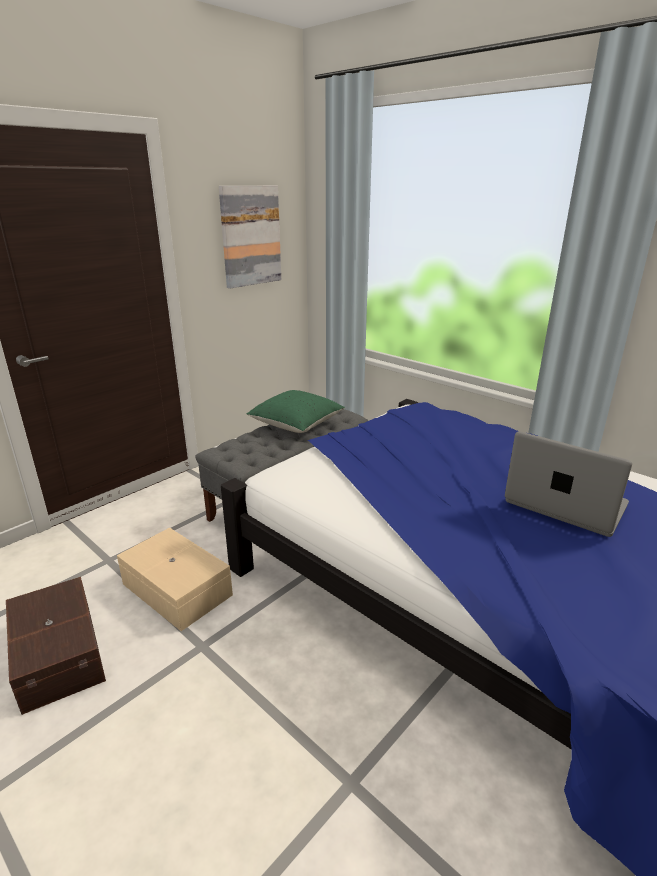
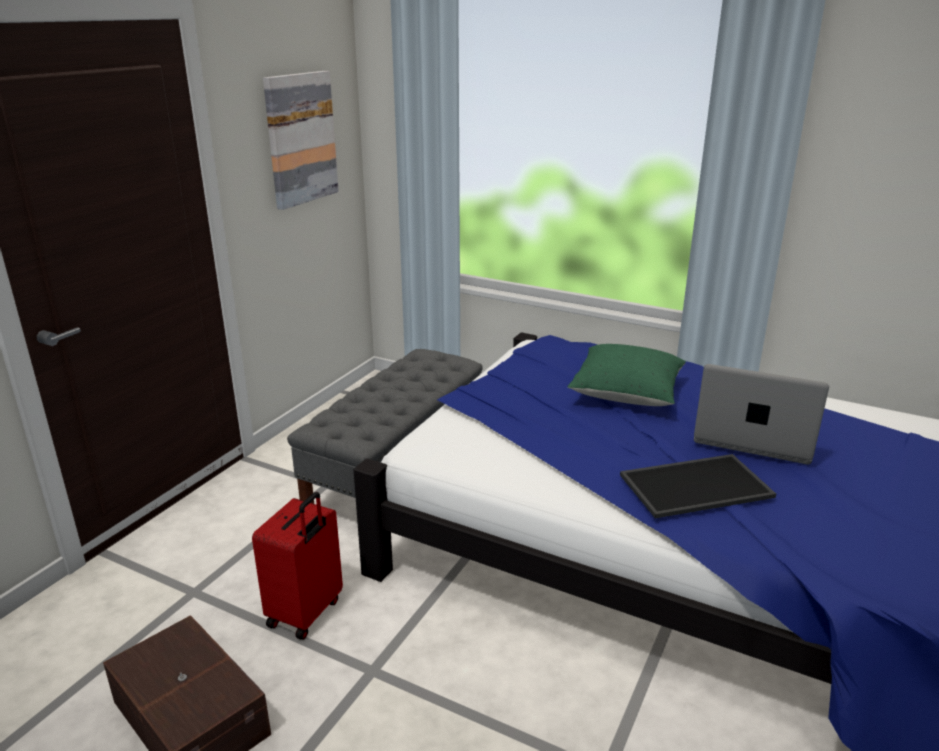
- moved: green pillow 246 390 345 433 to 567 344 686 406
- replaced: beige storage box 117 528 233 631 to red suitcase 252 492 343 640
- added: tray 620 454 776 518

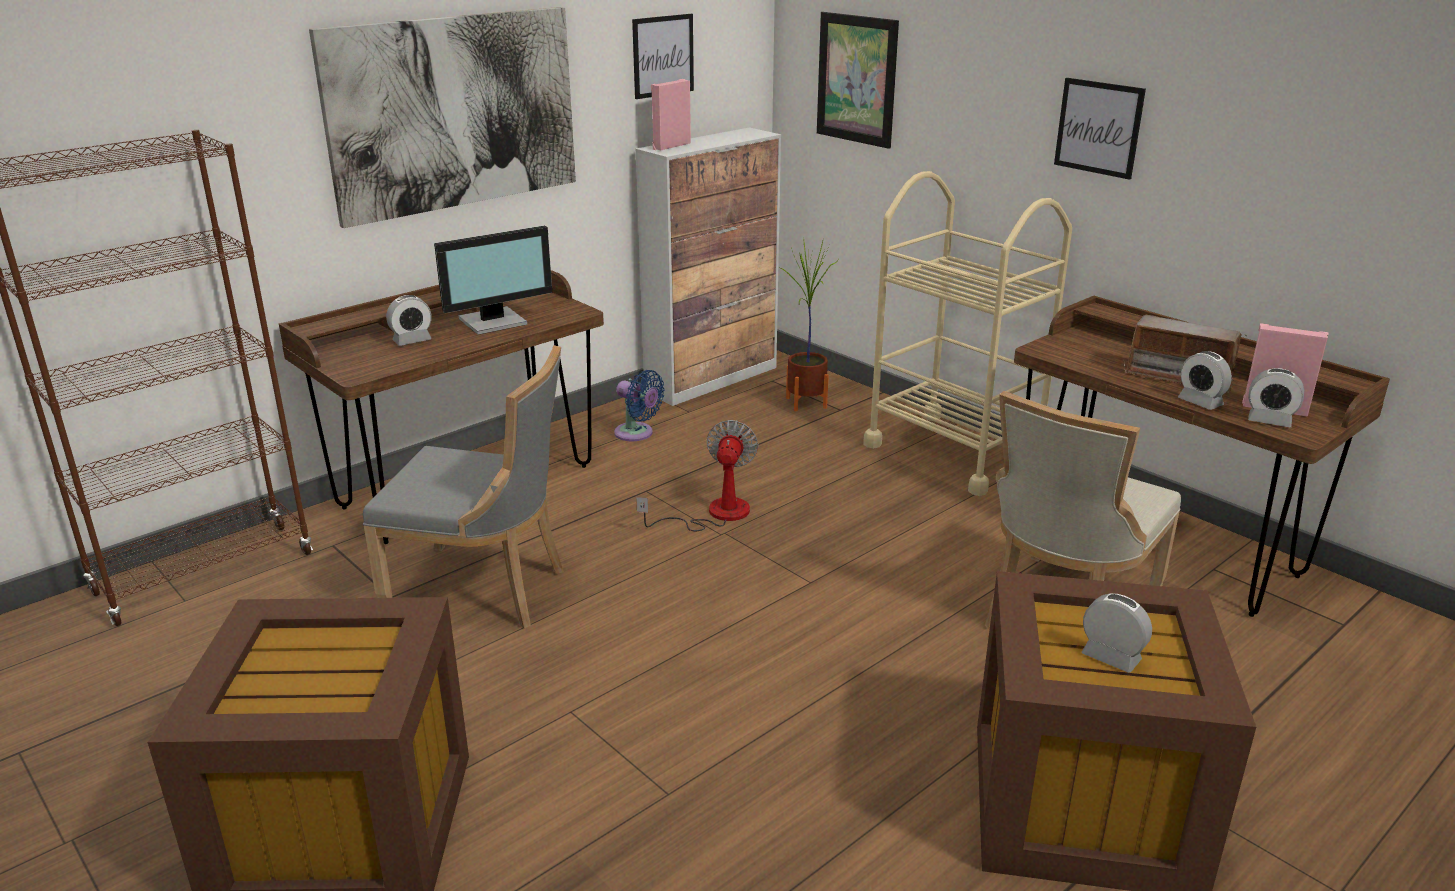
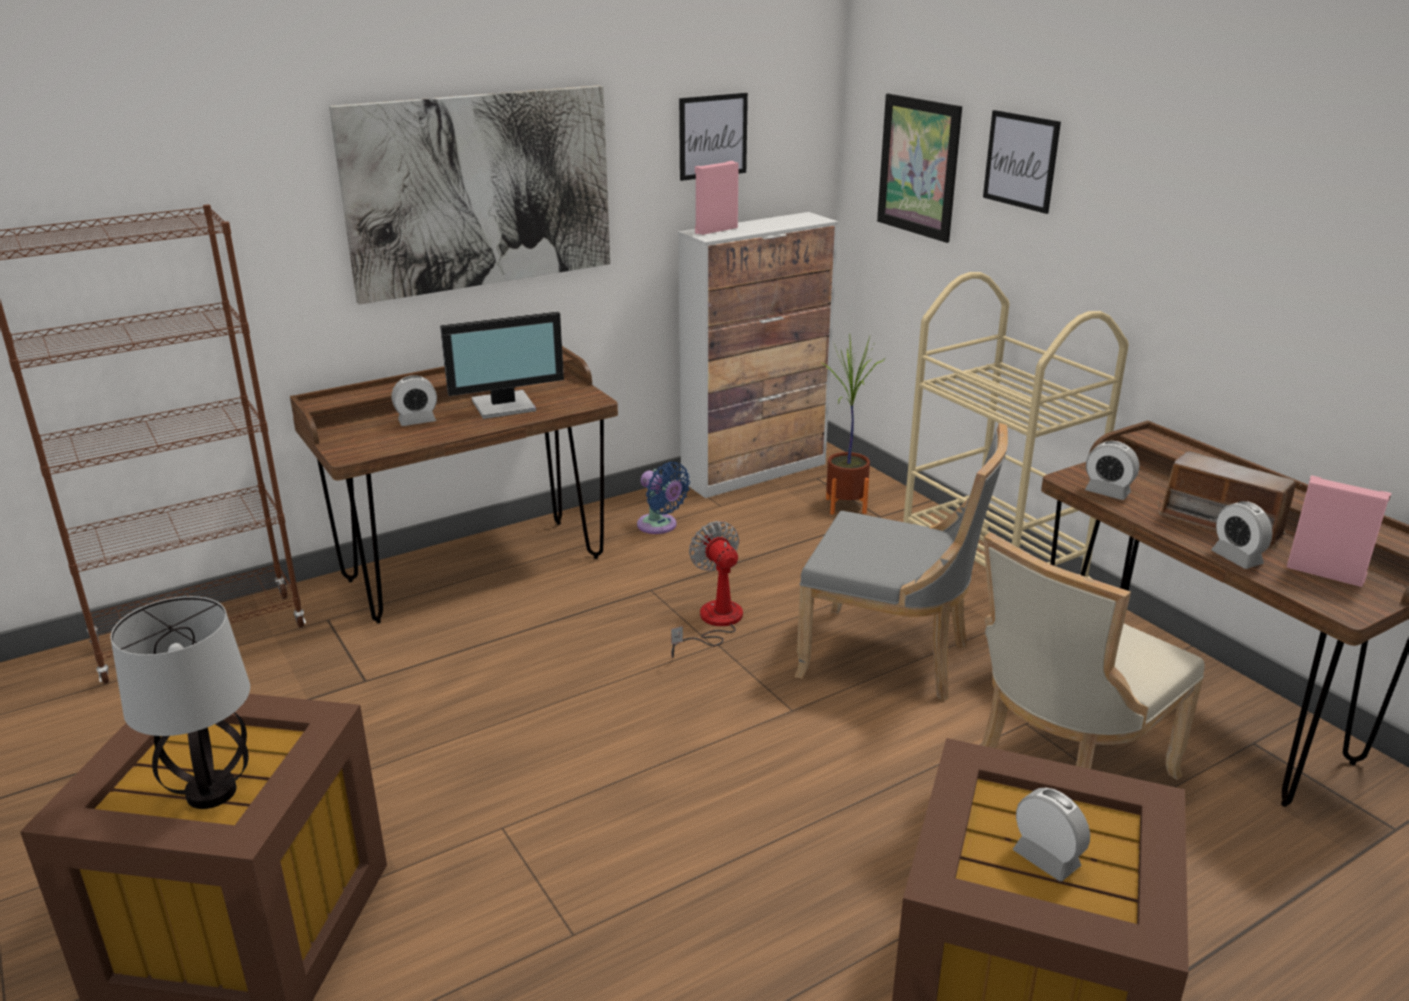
- moved: picture 1054 78 1146 180 to 983 110 1061 214
- moved: grey chair 363 345 564 629 to 794 423 1008 701
- moved: alarm clock 1248 368 1304 427 to 1085 441 1139 500
- turned: fan 636 420 758 532 = 671 521 743 658 45 degrees counterclockwise
- added: table lamp 110 596 250 809

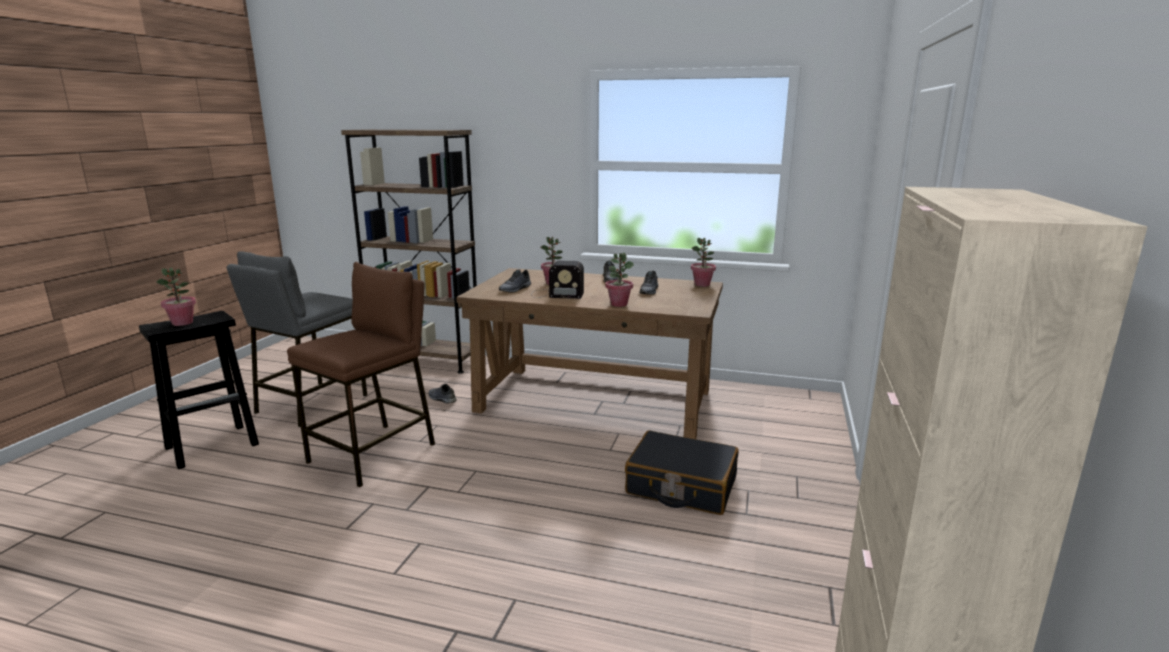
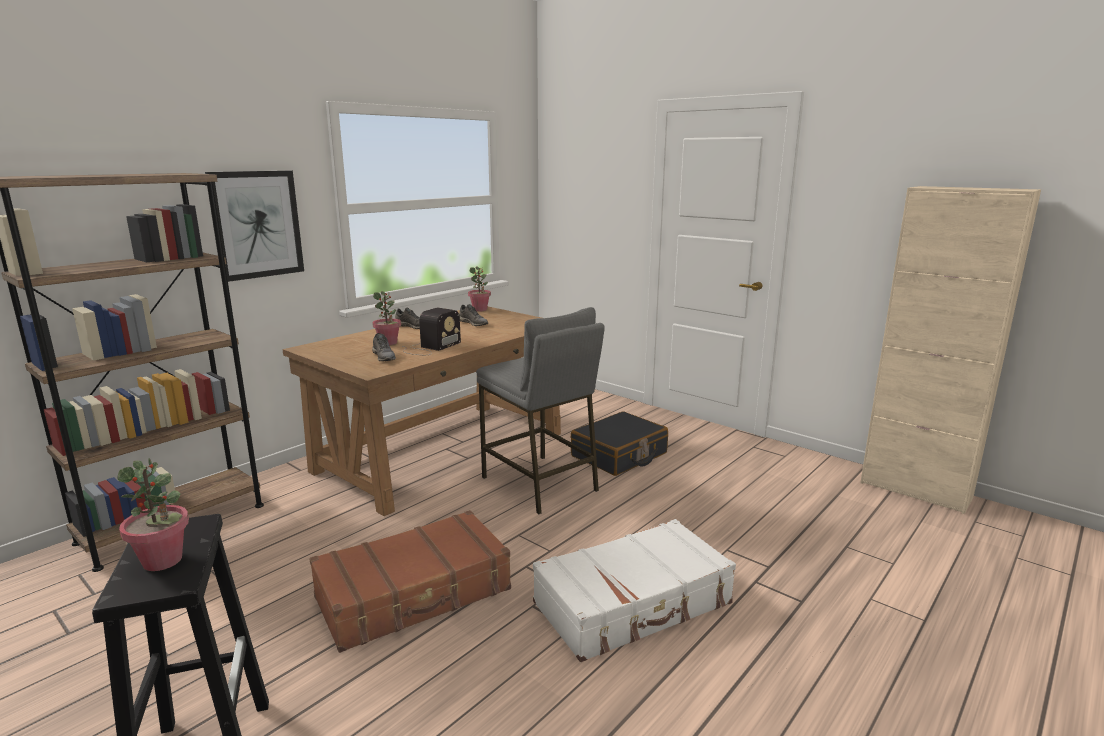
- moved: grey stool 227 251 367 427 to 476 307 605 514
- removed: potted plant 606 253 634 307
- replaced: brown stool 287 262 435 488 to brown suitcase 310 510 511 653
- removed: grey shoe 429 384 457 404
- added: picture 205 171 304 282
- added: white suitcase 533 519 736 662

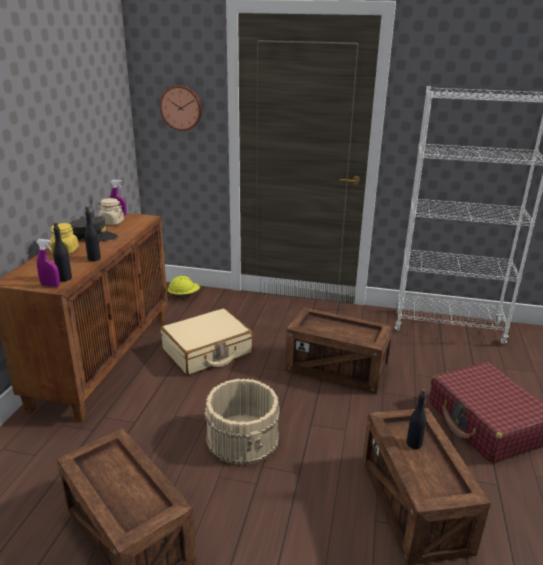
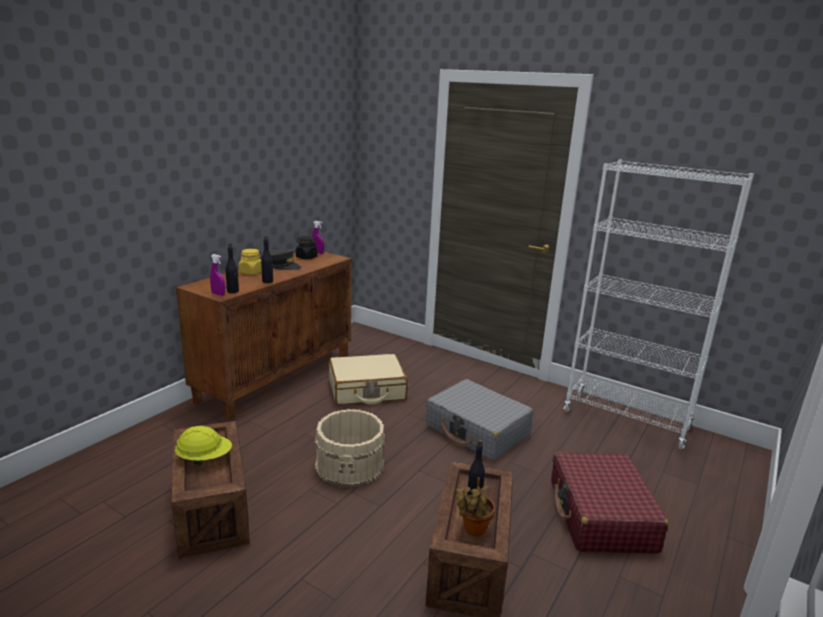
- removed: wall clock 159 85 202 131
- recoloured: beige jar 97 198 124 225 to black jar 296 236 318 259
- moved: yellow hard hat 168 276 200 299 to 175 426 232 466
- replaced: crate 285 307 392 393 to grey suitcase 426 379 533 461
- added: potted plant 456 477 495 536

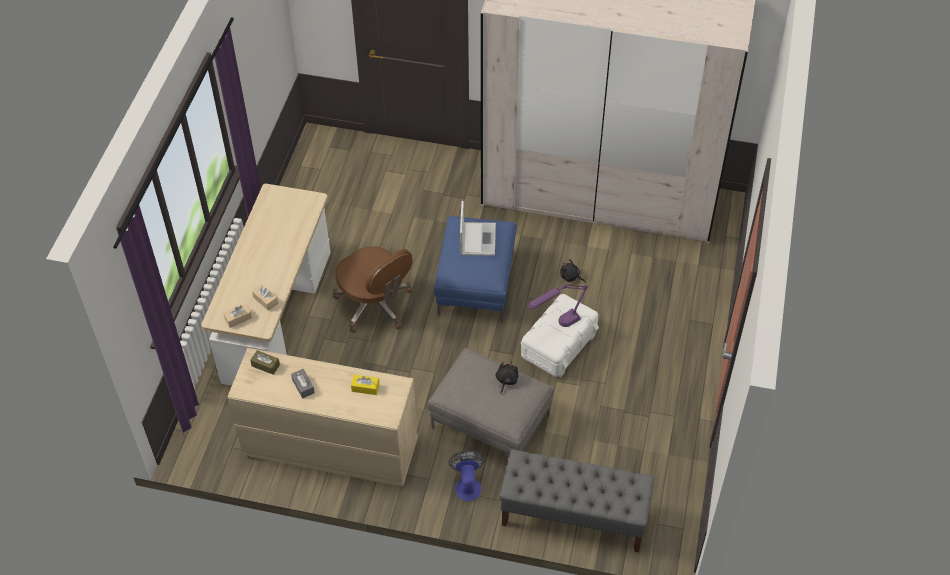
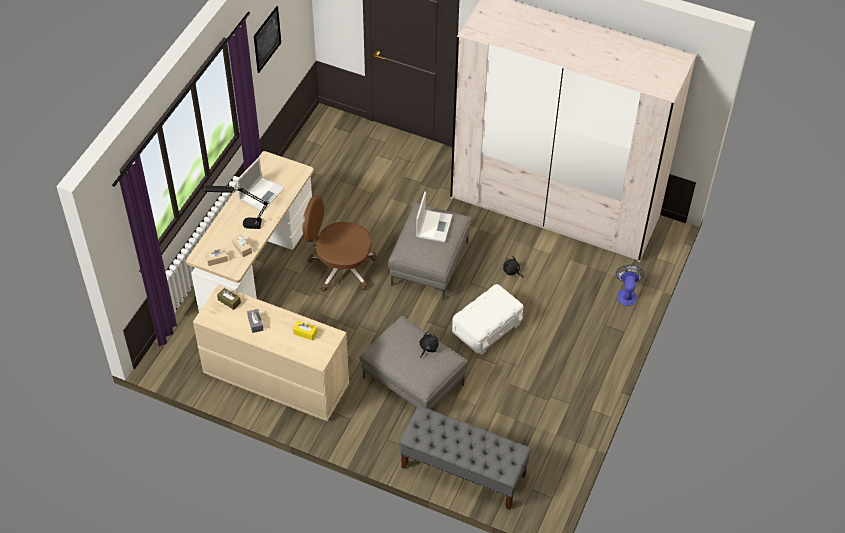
- recoloured: blue ottoman 434 216 517 322 to grey ottoman 388 203 472 300
- turned: brown office chair 333 246 413 333 = 302 195 377 292 135 degrees clockwise
- removed: purple table lamp 528 283 589 327
- moved: fan 449 450 485 501 to 616 265 644 306
- added: picture 254 6 281 73
- added: laptop 236 157 284 211
- added: black table lamp 202 186 268 229

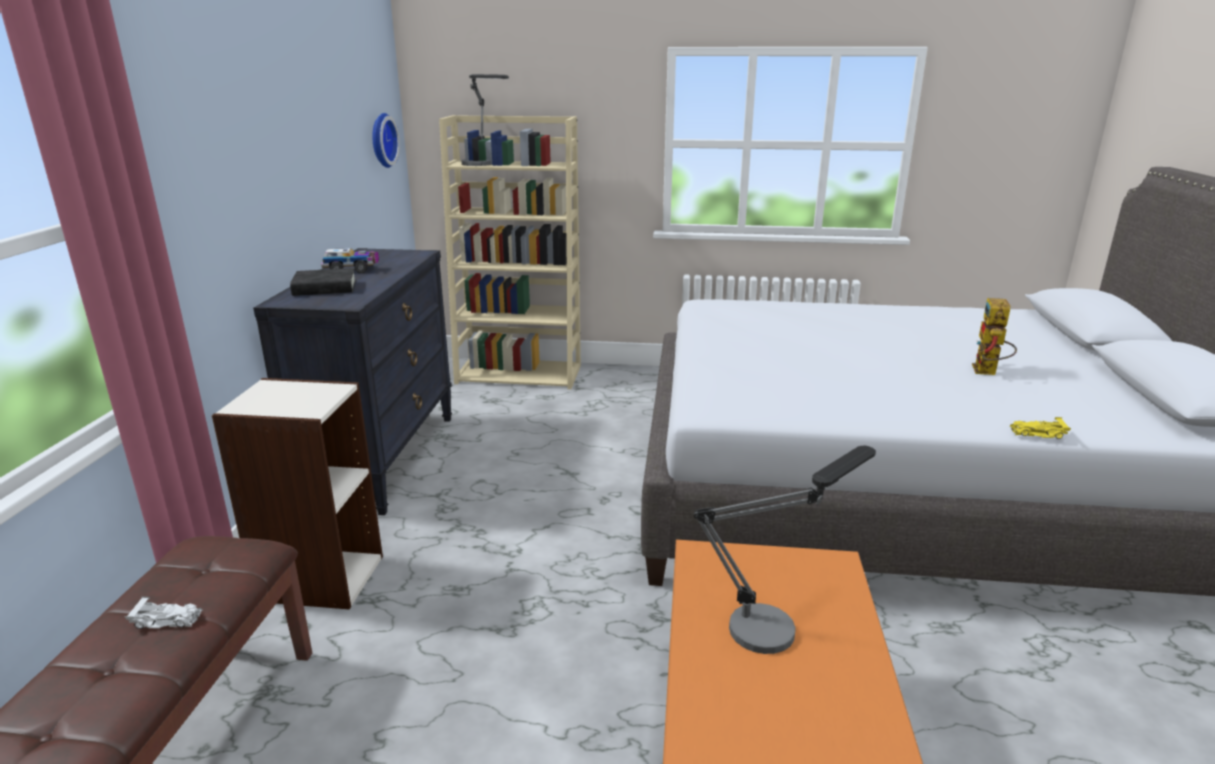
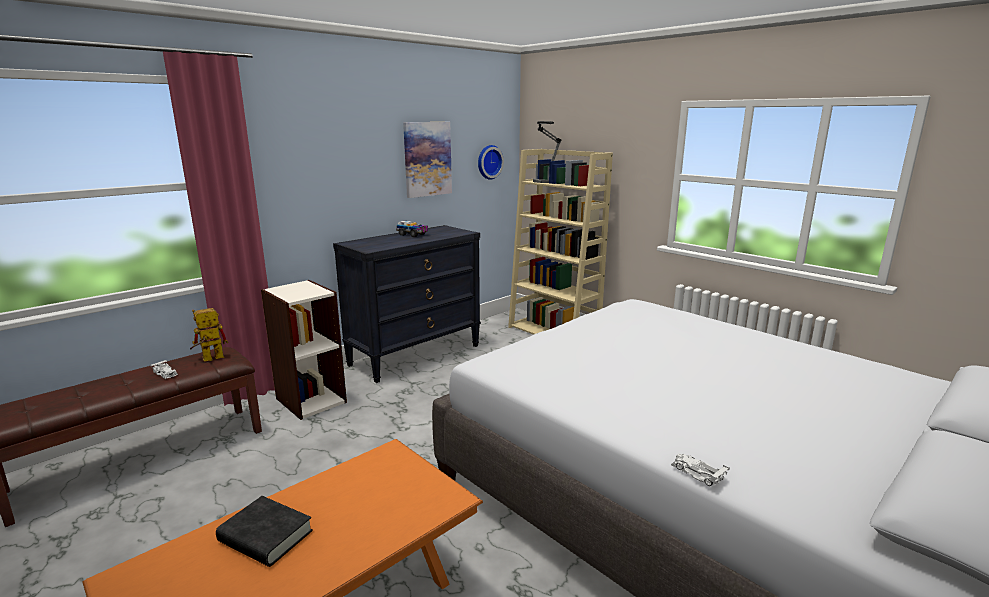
- moved: black book 290 268 356 296 to 216 496 313 567
- moved: toy robot 972 298 1017 375 to 190 308 228 361
- recoloured: yellow toy car 1010 417 1071 439 to white toy car 671 454 730 486
- removed: table lamp 694 446 876 654
- added: picture 403 122 452 198

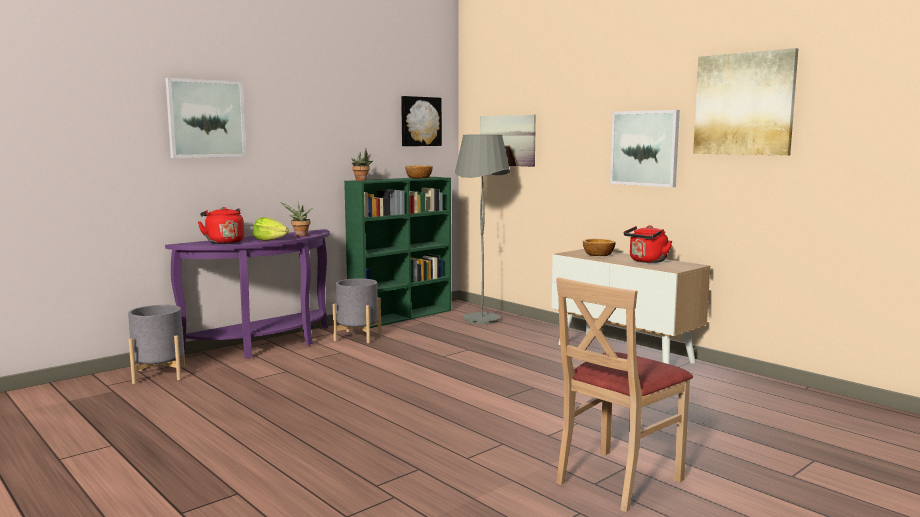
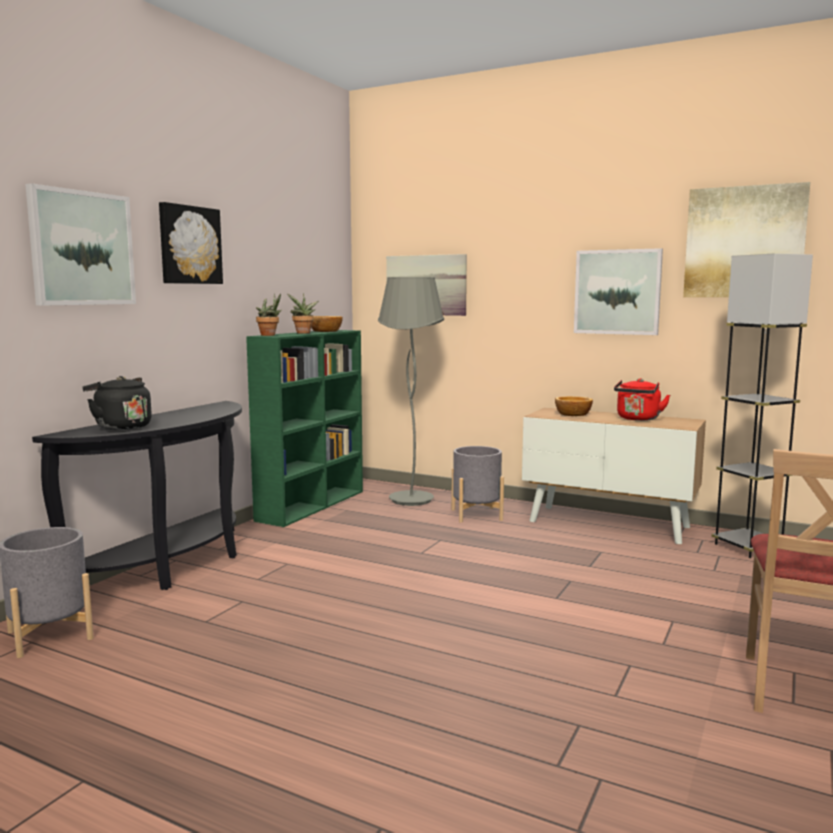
- moved: picture 401 96 442 146 to 159 202 223 284
- moved: potted plant 280 202 313 236 to 287 293 319 333
- recoloured: red kettle 198 207 244 244 to black kettle 82 376 152 430
- removed: lettuce 253 217 289 241
- recoloured: purple console table 165 229 329 359 to black console table 32 401 242 590
- moved: grey planter 333 278 381 343 to 451 446 504 523
- added: grey floor lamp 712 253 813 558

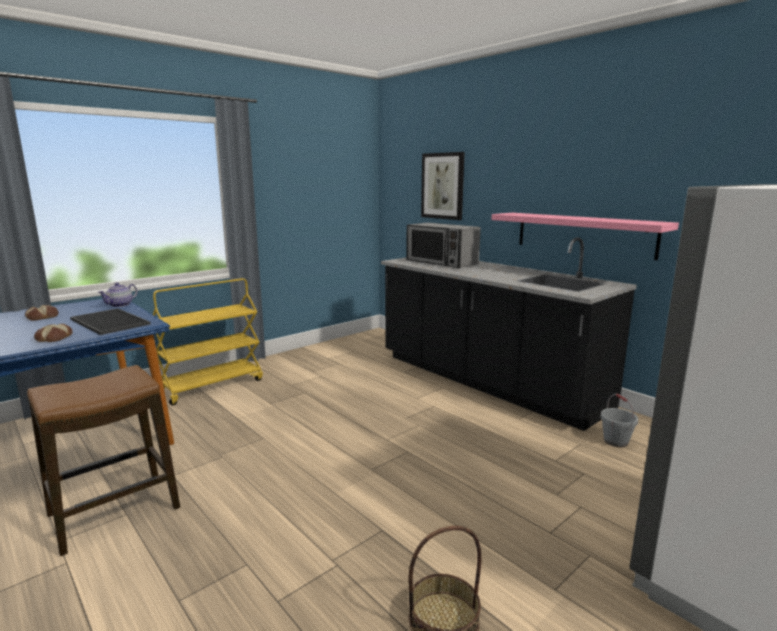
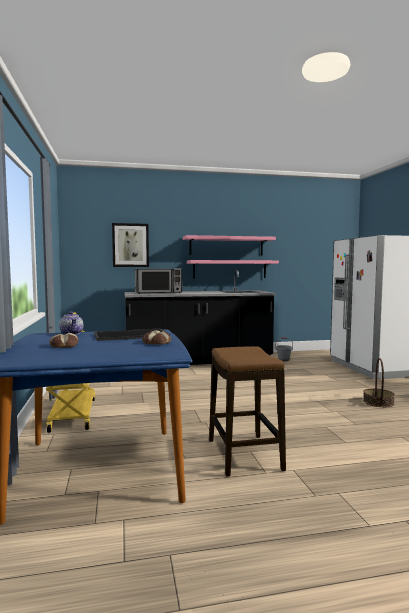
- added: pink shelf 183 235 276 256

